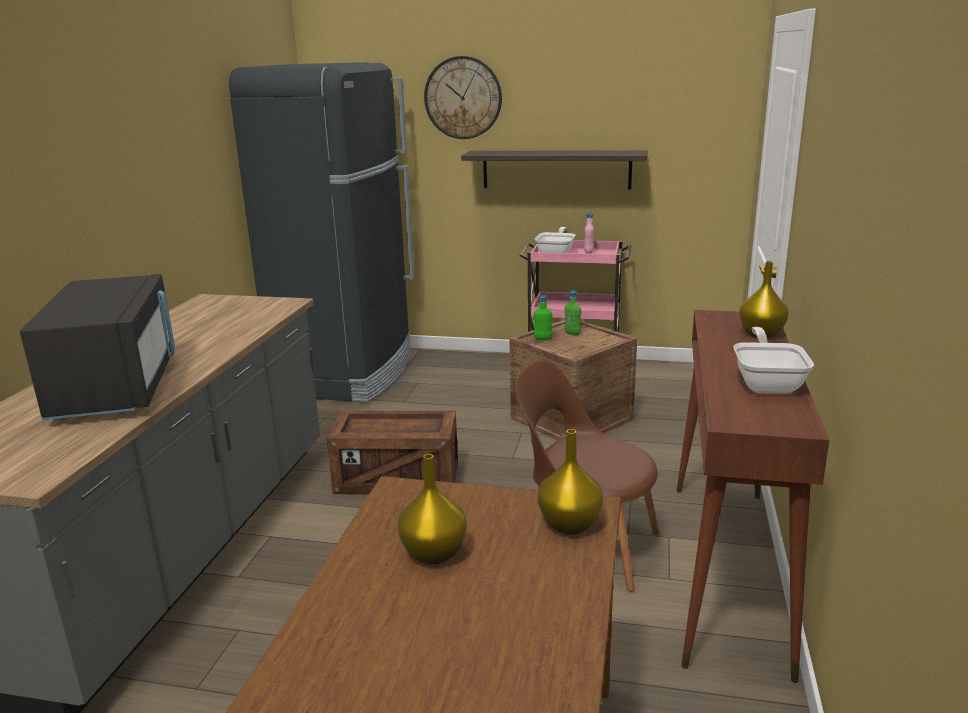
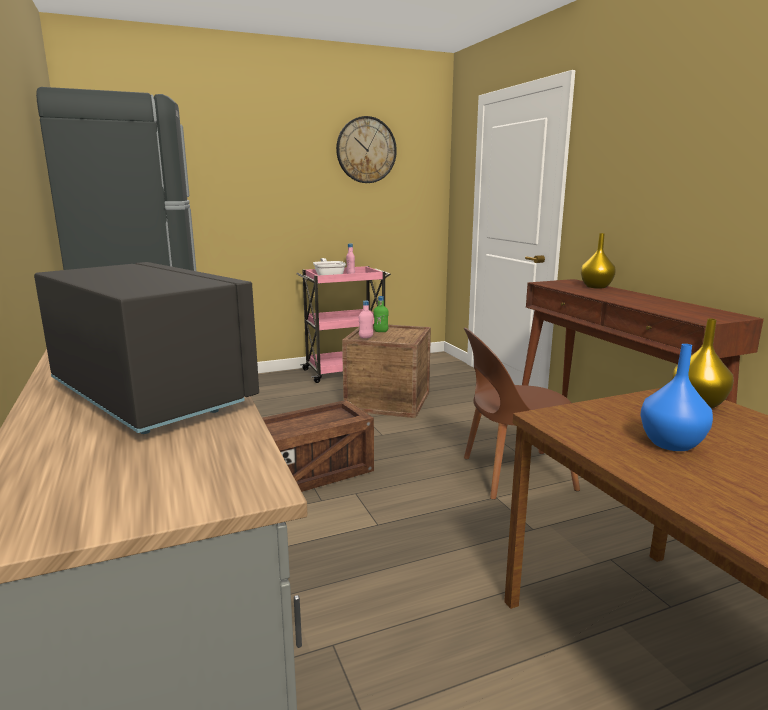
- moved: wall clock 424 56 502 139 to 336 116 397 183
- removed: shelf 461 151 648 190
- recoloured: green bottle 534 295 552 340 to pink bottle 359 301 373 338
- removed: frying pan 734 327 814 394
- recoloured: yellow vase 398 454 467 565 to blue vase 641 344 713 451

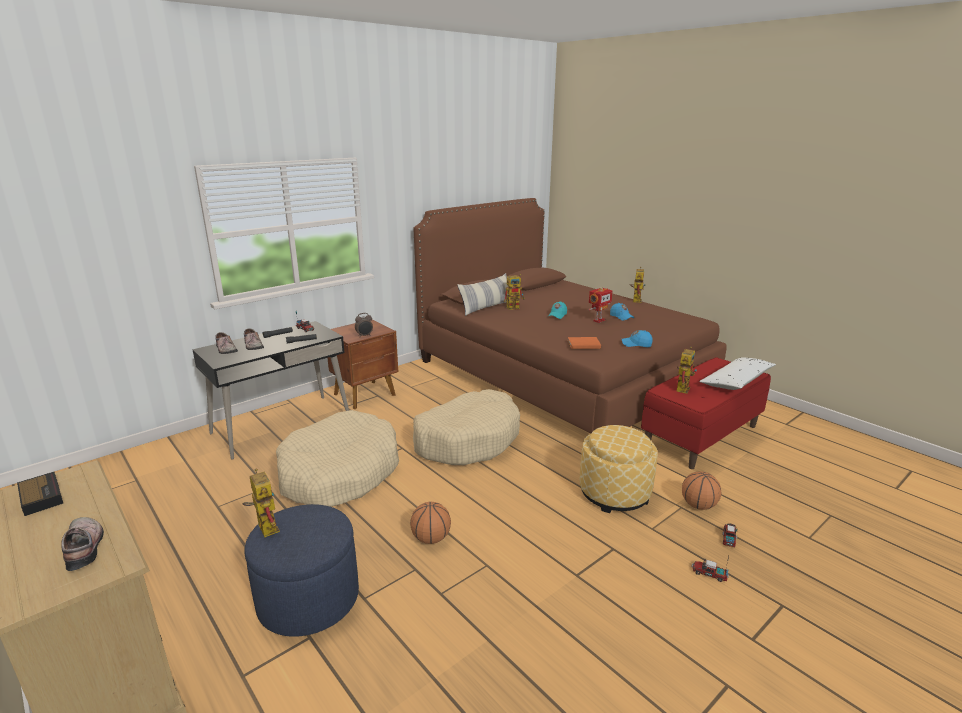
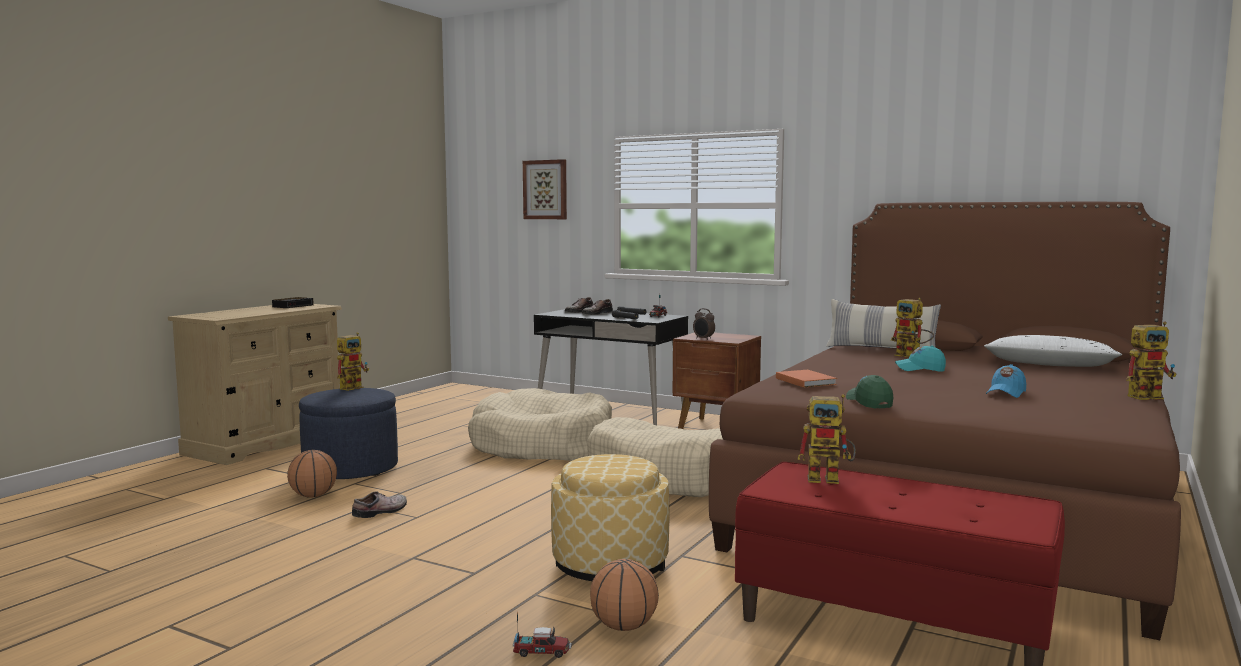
- removed: toy robot 588 287 613 323
- recoloured: blue cap 622 330 653 347 to green cap 846 375 893 409
- moved: white pillow 699 357 776 390 to 984 335 1122 367
- moved: basketball 410 502 451 544 to 287 450 337 498
- moved: shoe 61 517 104 571 to 352 491 407 518
- removed: toy truck 691 556 729 582
- added: picture 523 159 567 219

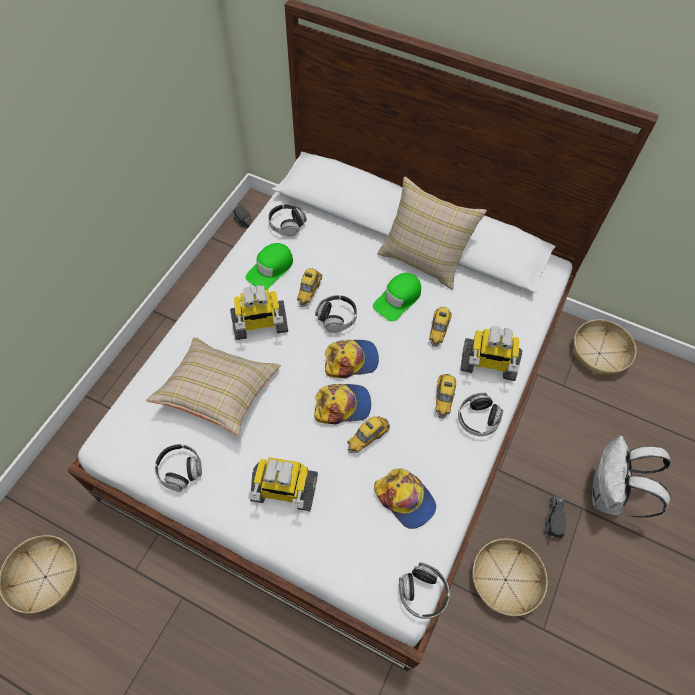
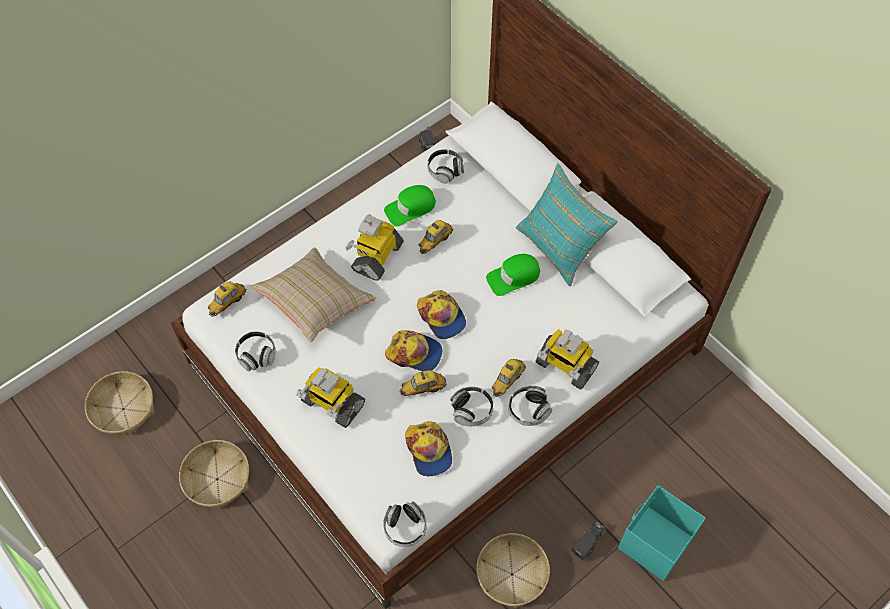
- recoloured: beige pillow 377 176 487 290 to turquoise pillow 516 164 618 286
- turned: toy robot 230 285 288 340 = 345 214 404 281 105 degrees clockwise
- moved: headphones 315 295 357 333 to 450 387 493 426
- moved: toy car 429 307 452 347 to 207 282 247 317
- moved: basket 572 319 636 375 to 179 440 249 509
- turned: cap 325 340 379 378 = 417 290 466 339 45 degrees clockwise
- replaced: white backpack 592 436 671 517 to turquoise storage box 618 485 705 581

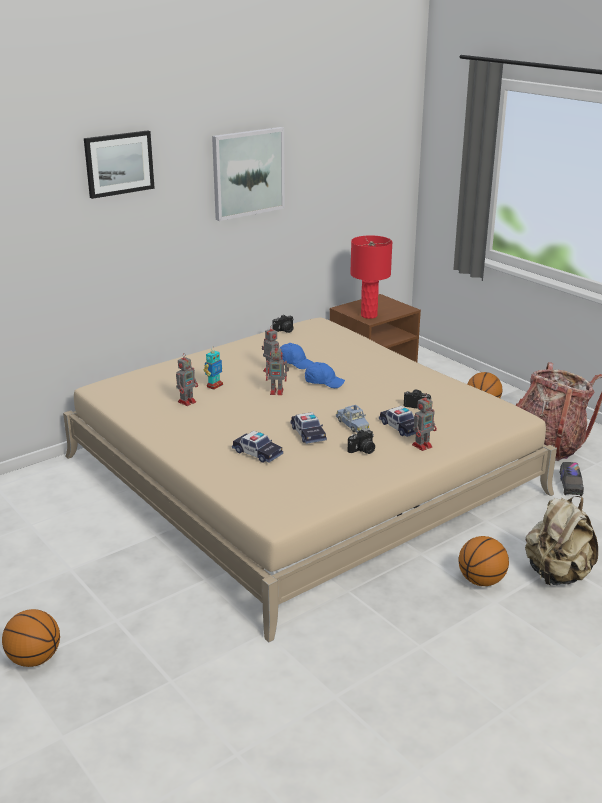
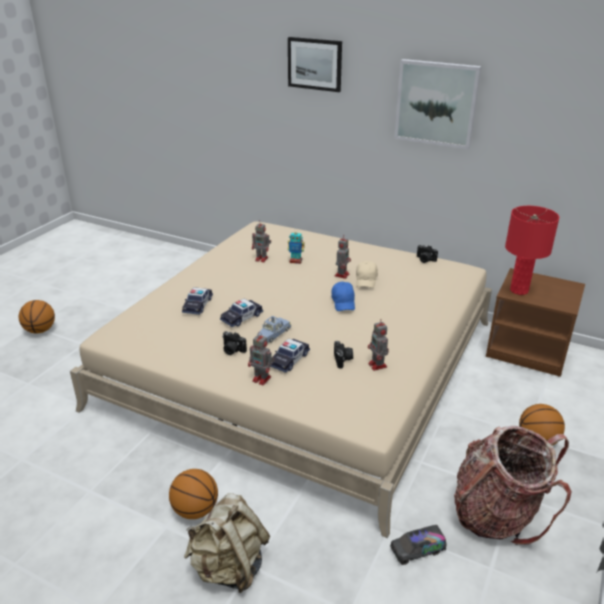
- recoloured: blue cap 280 343 314 369 to beige cap 356 261 378 288
- moved: toy robot 266 344 289 395 to 368 319 389 371

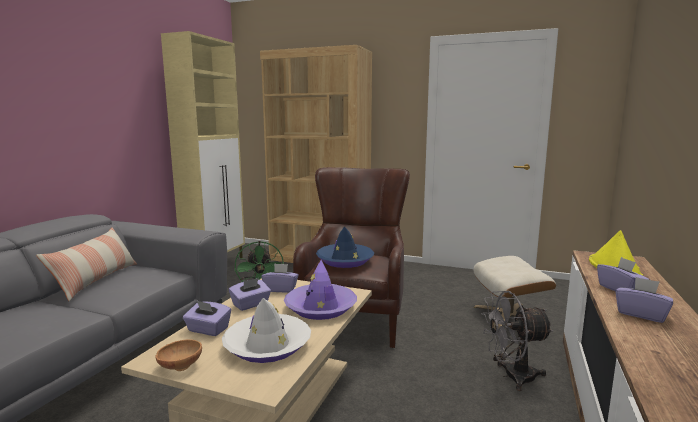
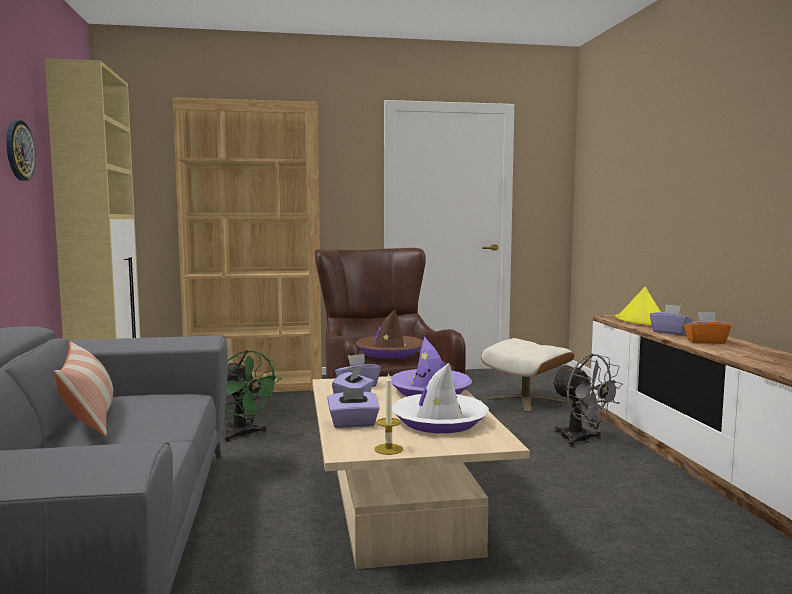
- recoloured: blue hat 316 226 374 268 to brown hat 356 310 423 358
- recoloured: purple tissue box 615 277 673 323 to orange tissue box 684 312 731 344
- turned: grey fan 482 291 554 391 = 551 354 623 447 90 degrees counterclockwise
- replaced: brown bowl 155 340 202 371 to candle 374 373 403 455
- added: wall clock 6 120 36 181

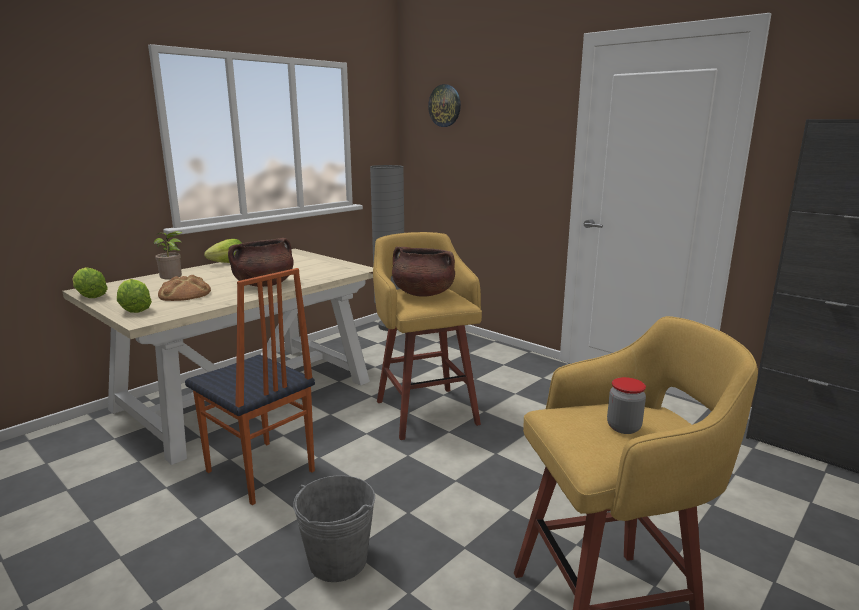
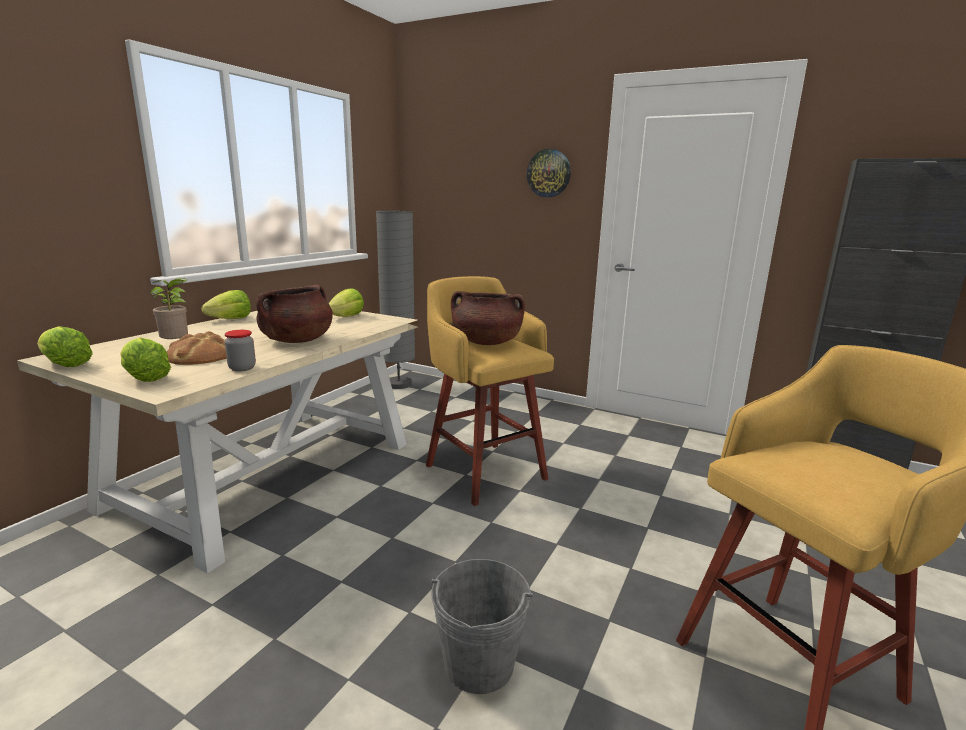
- moved: wall clock 428 84 461 127 to 527 149 571 197
- removed: chair 185 268 315 505
- moved: jar 607 377 646 434 to 225 330 256 372
- added: lettuce 328 288 364 317

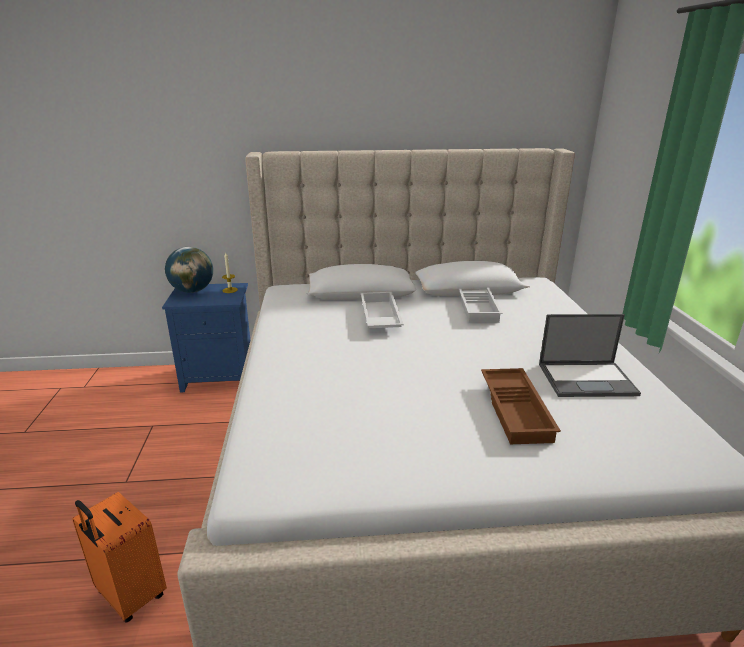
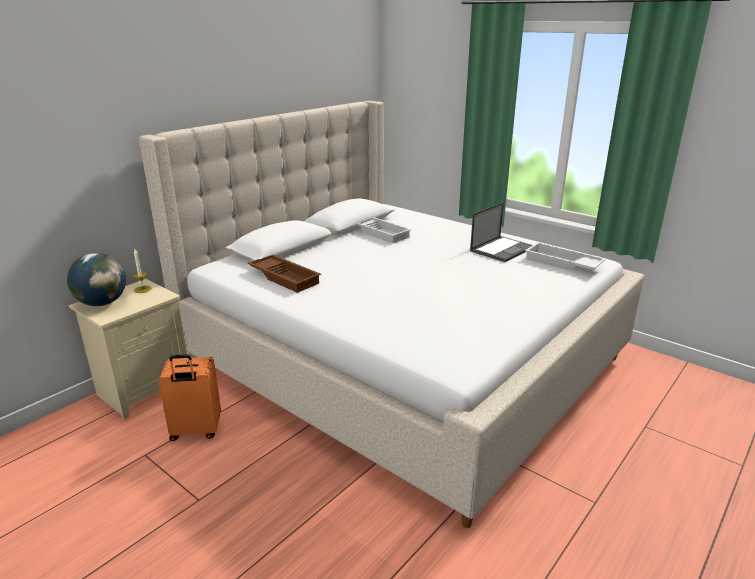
- recoloured: blue nightstand 162 283 250 392 to beige nightstand 69 279 187 420
- moved: white tray 361 292 404 328 to 525 242 606 270
- moved: brown tray 481 368 561 444 to 248 255 321 293
- moved: orange suitcase 72 492 167 623 to 158 354 221 441

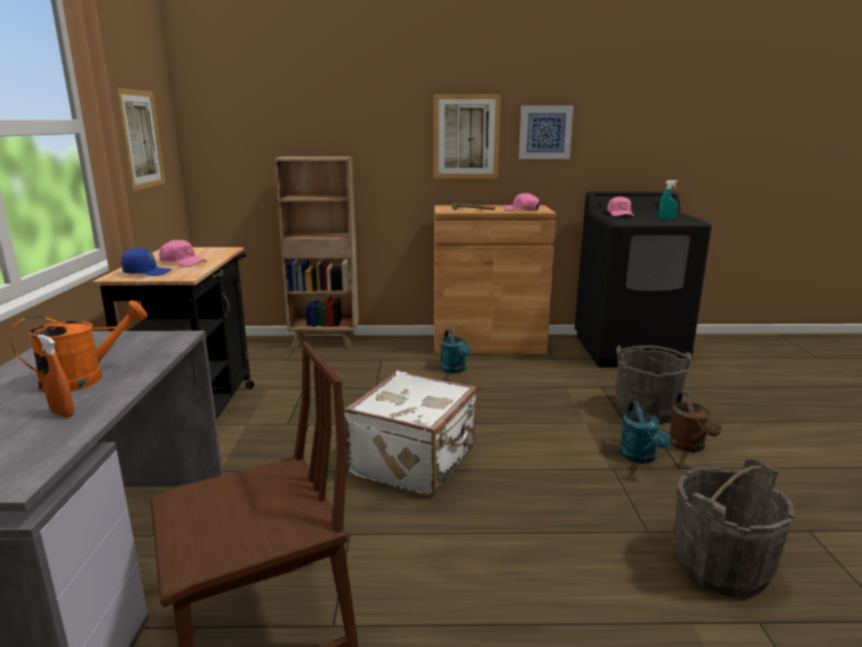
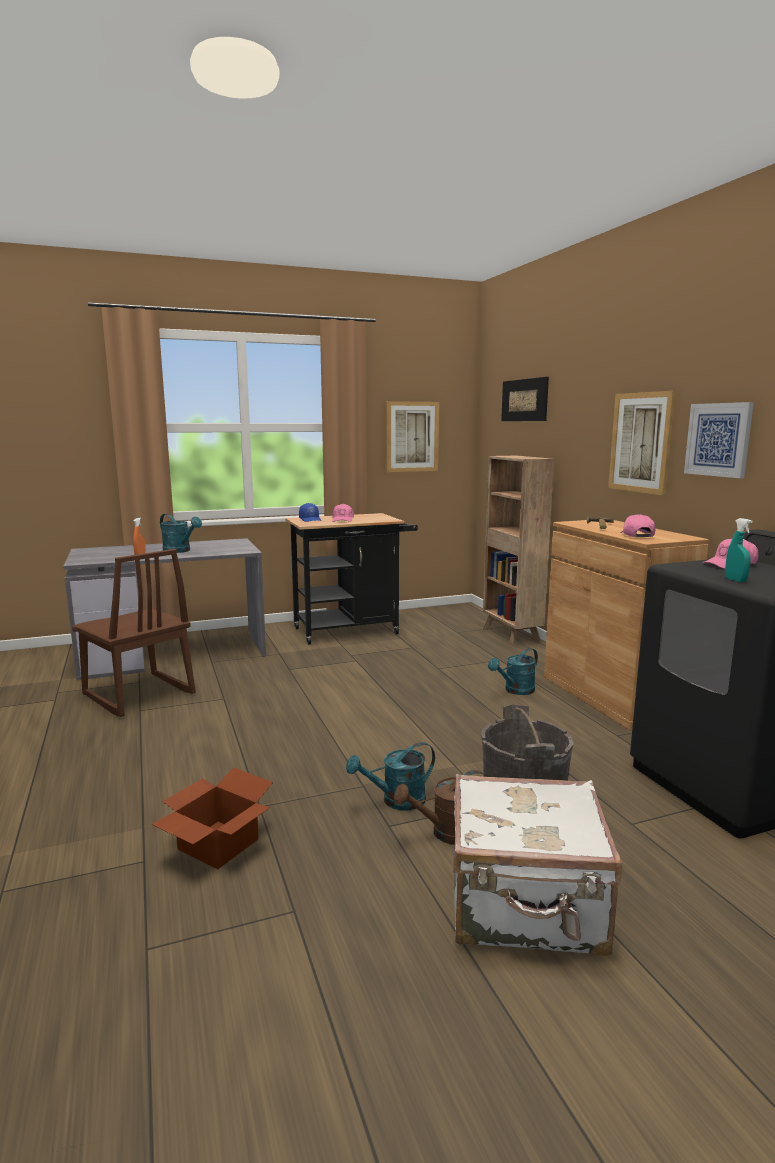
- recoloured: orange watering can 10 300 148 392 to turquoise watering can 160 514 202 553
- moved: white suitcase 344 371 477 497 to 453 774 622 956
- replaced: grey bucket 673 459 794 597 to cardboard box 152 767 273 869
- added: picture 501 377 549 421

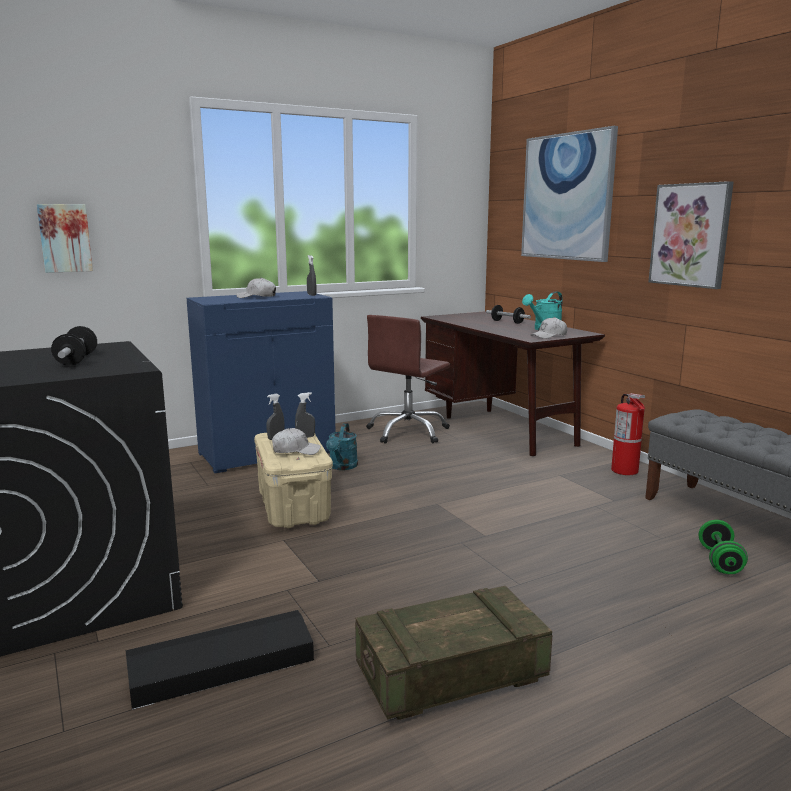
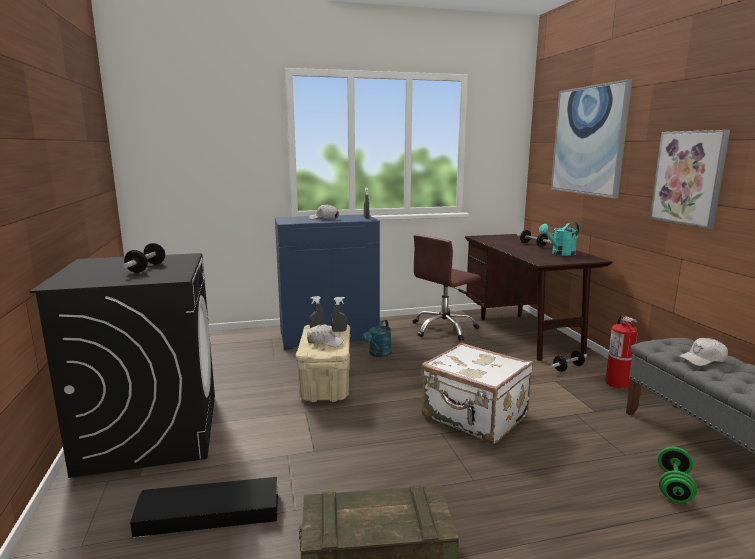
- removed: picture 36 204 93 273
- moved: white cap 530 317 567 339 to 678 338 728 366
- added: white suitcase 421 343 533 444
- added: dumbbell 550 350 587 372

